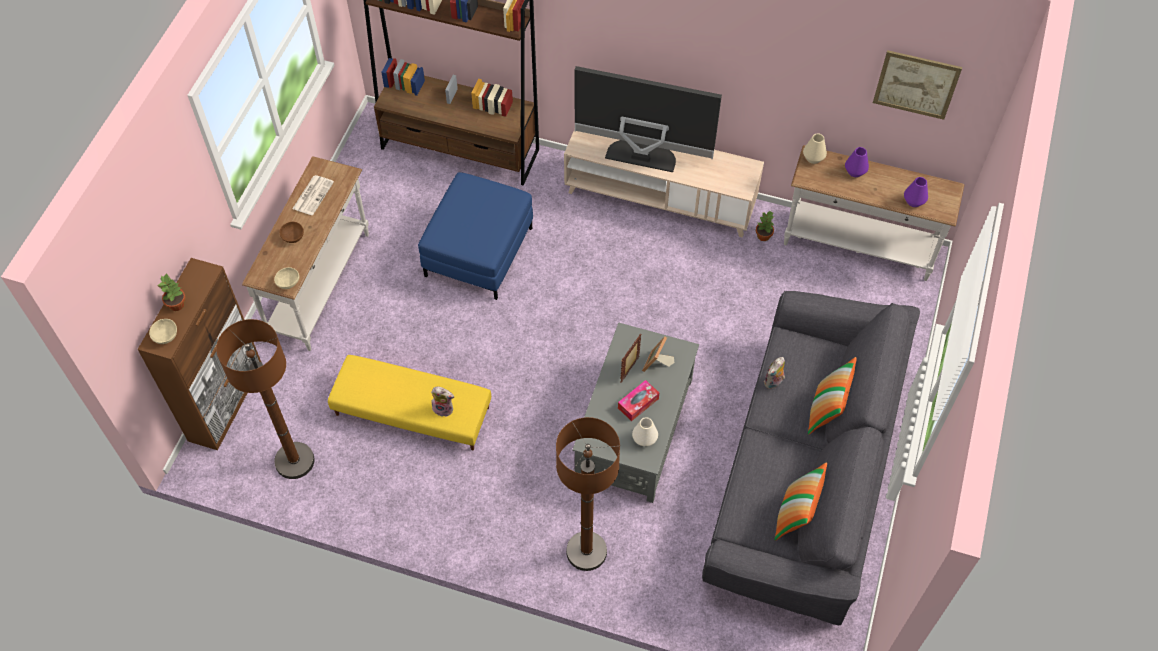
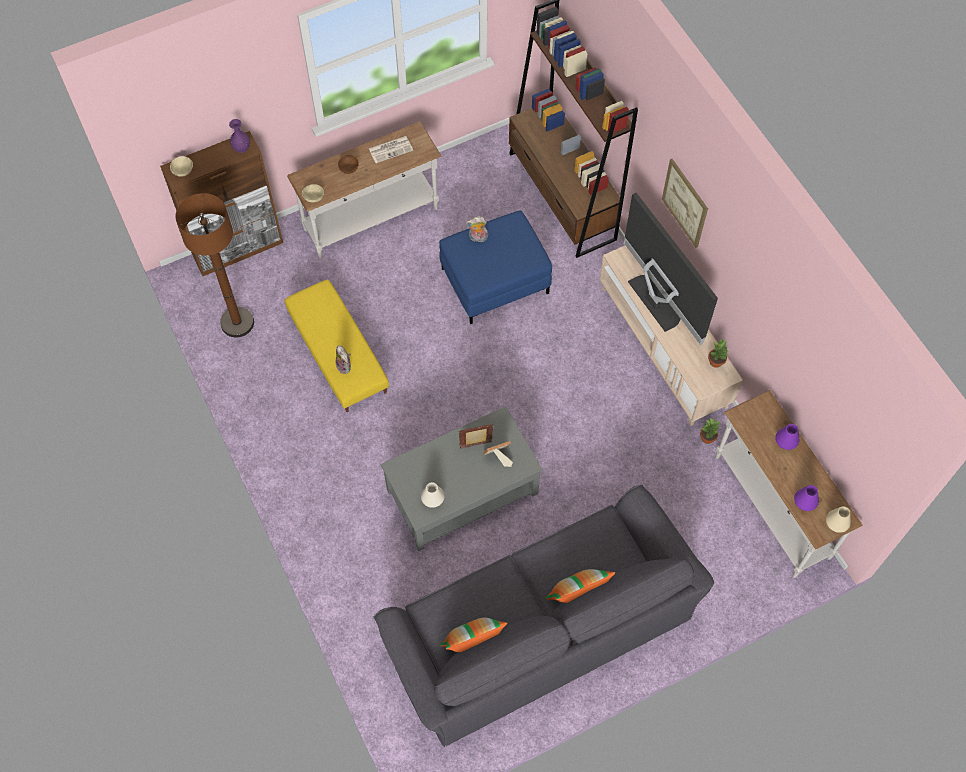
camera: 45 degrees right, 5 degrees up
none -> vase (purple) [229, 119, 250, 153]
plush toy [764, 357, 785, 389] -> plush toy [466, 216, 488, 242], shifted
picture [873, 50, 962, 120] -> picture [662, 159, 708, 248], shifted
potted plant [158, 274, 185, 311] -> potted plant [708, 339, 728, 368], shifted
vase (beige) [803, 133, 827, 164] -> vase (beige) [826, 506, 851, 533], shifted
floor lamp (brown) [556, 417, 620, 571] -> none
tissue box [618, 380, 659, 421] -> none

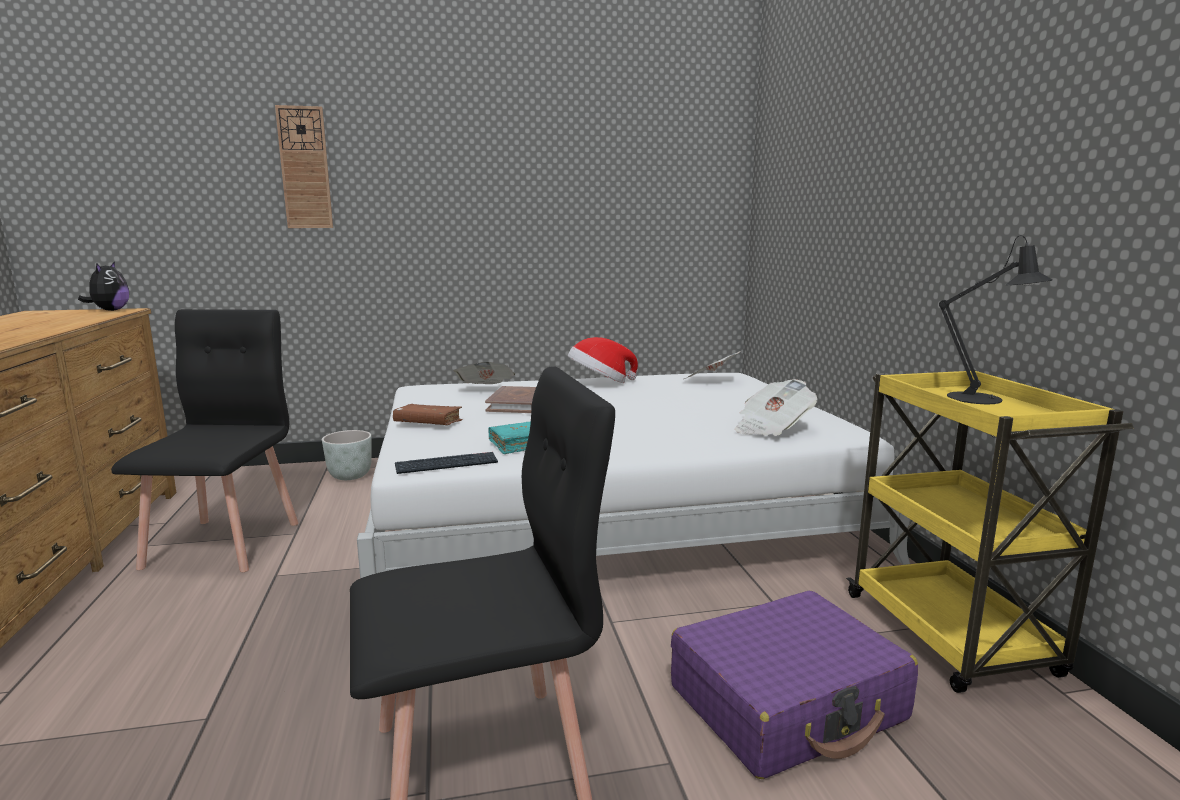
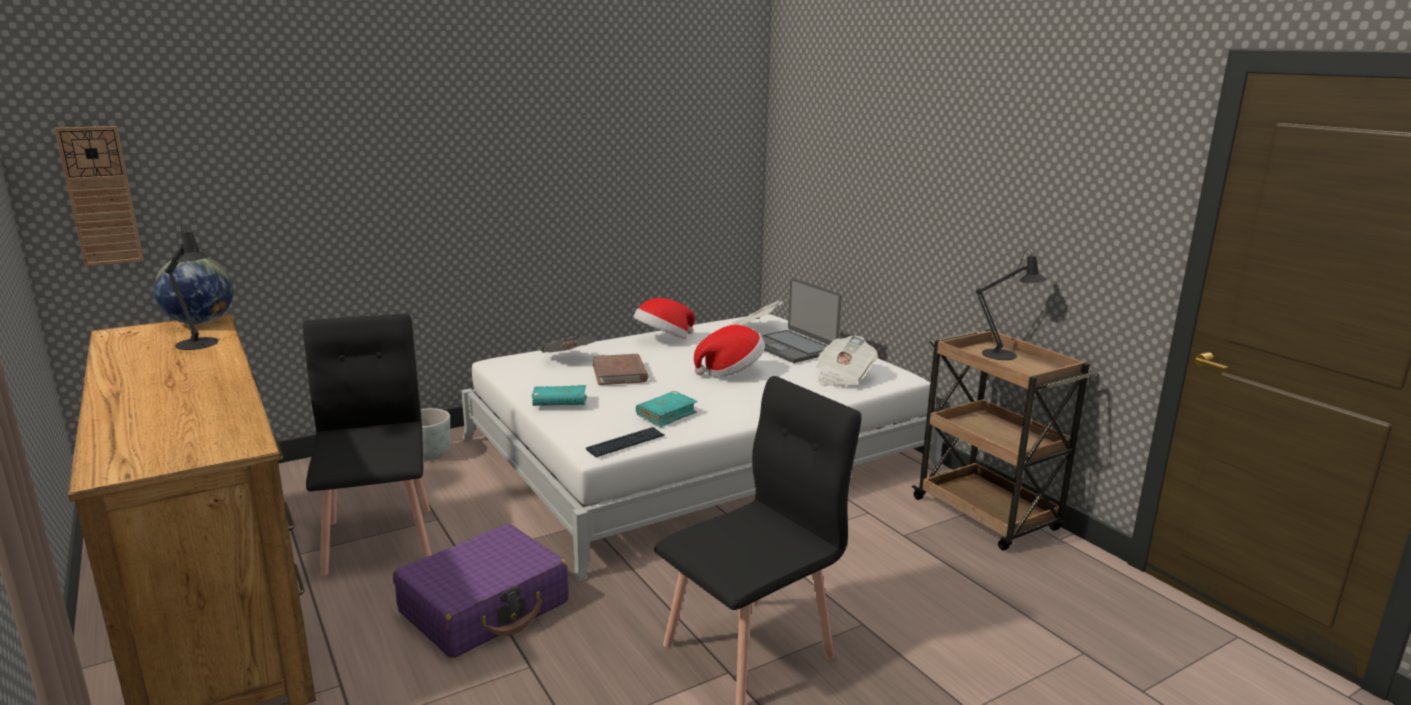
camera: 20 degrees left, 5 degrees up
wall clock [275, 105, 333, 228] -> wall clock [54, 126, 144, 266], shifted
plush toy [78, 261, 129, 311] -> globe [154, 258, 233, 325]
none -> table lamp (black) [165, 224, 218, 350]
suitcase (purple) [671, 591, 918, 779] -> suitcase (purple) [393, 524, 569, 658], shifted
book (brown) [393, 404, 463, 425] -> book (turquoise) [532, 385, 587, 406]
none -> hat [694, 325, 765, 377]
none -> laptop [761, 278, 842, 363]
cart (yellow) [846, 369, 1134, 693] -> cart (brown) [911, 329, 1097, 551]

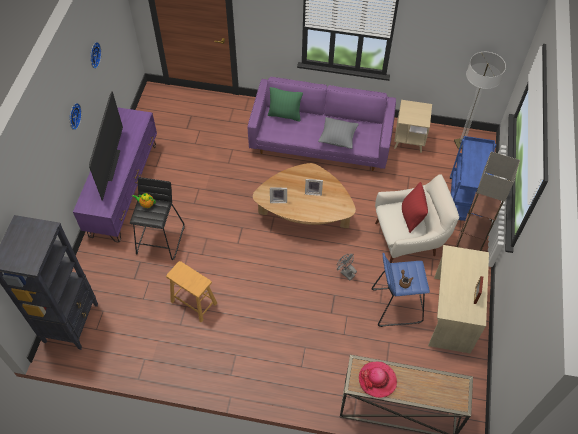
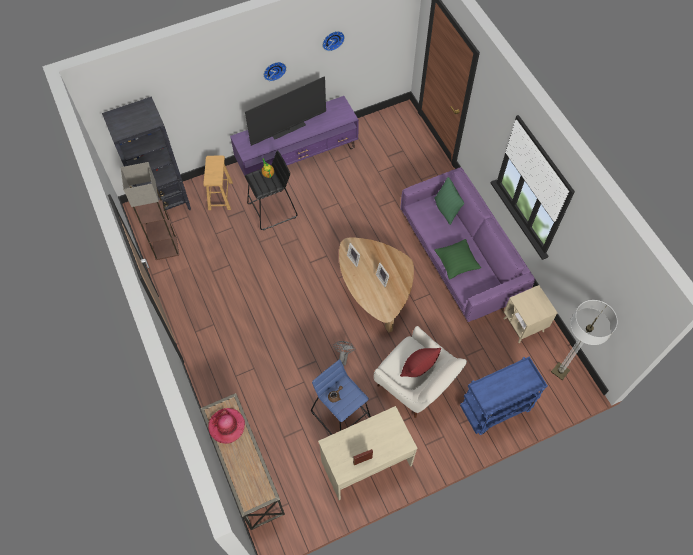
camera: 55 degrees right, 5 degrees up
floor lamp [455, 151, 520, 251] -> floor lamp [121, 162, 179, 260], shifted
stool (brown) [166, 261, 217, 322] -> stool (brown) [203, 156, 233, 210], shifted
pillow (grey) [318, 117, 359, 149] -> pillow (green) [435, 239, 481, 279]

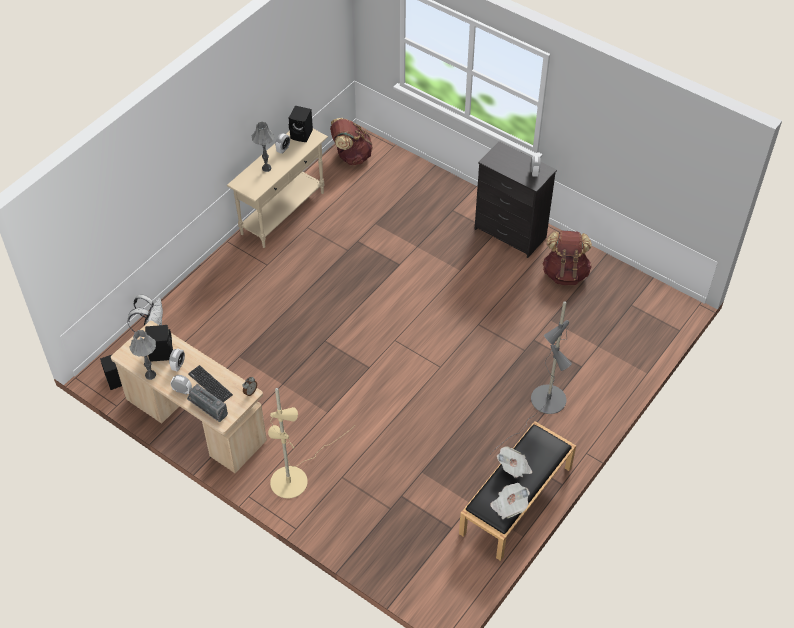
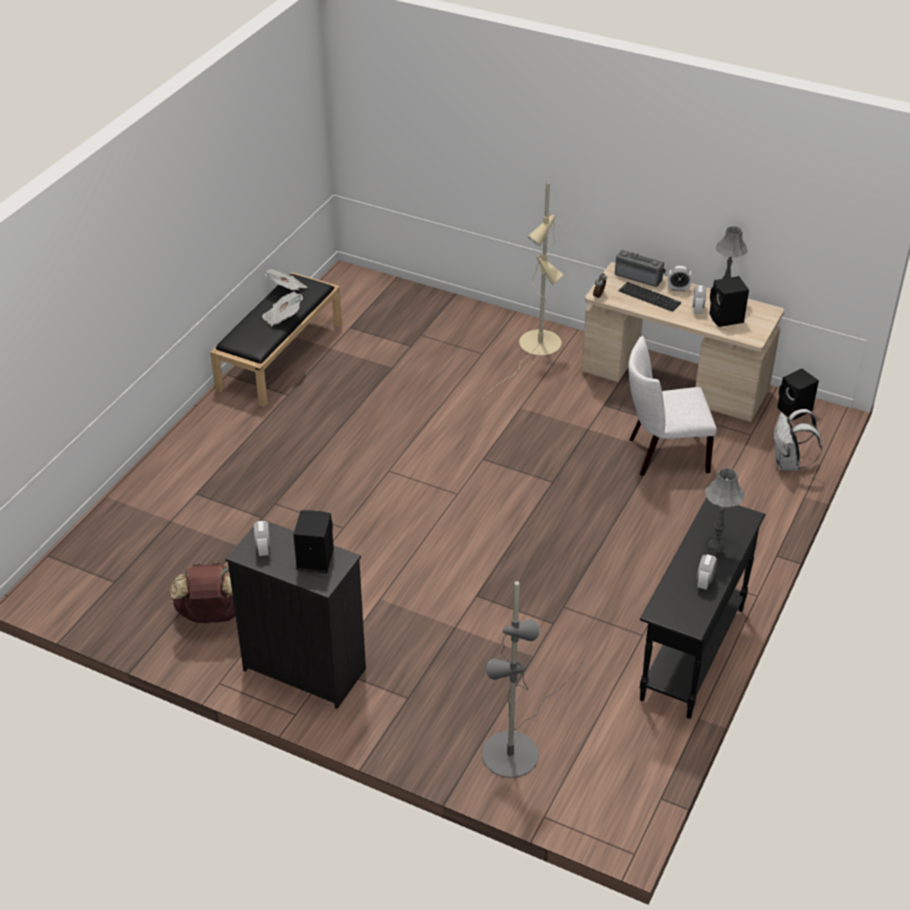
camera: 170 degrees right, 10 degrees down
speaker (black) [289, 106, 313, 142] -> speaker (black) [293, 510, 334, 573], shifted
floor lamp (grey) [490, 301, 572, 454] -> floor lamp (grey) [482, 581, 583, 778], shifted
none -> chair (white) [628, 336, 717, 476]
console table (beige) [227, 129, 328, 248] -> console table (black) [640, 498, 765, 719]
backpack (brown) [330, 118, 373, 165] -> none

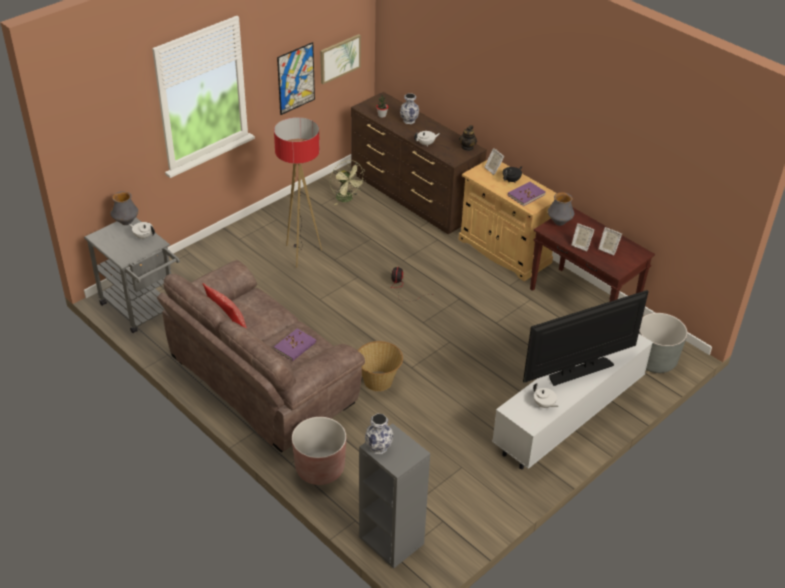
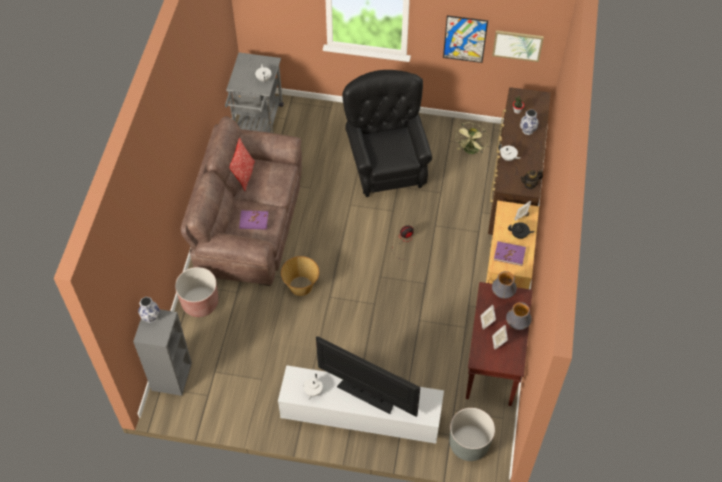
camera: 55 degrees right, 15 degrees up
floor lamp [274, 117, 322, 267] -> armchair (black) [342, 70, 432, 197]
vase [110, 191, 138, 225] -> vase [506, 302, 532, 330], shifted

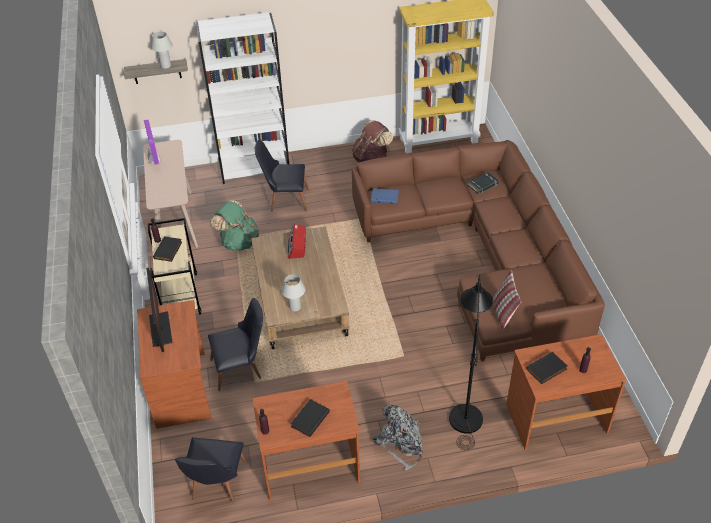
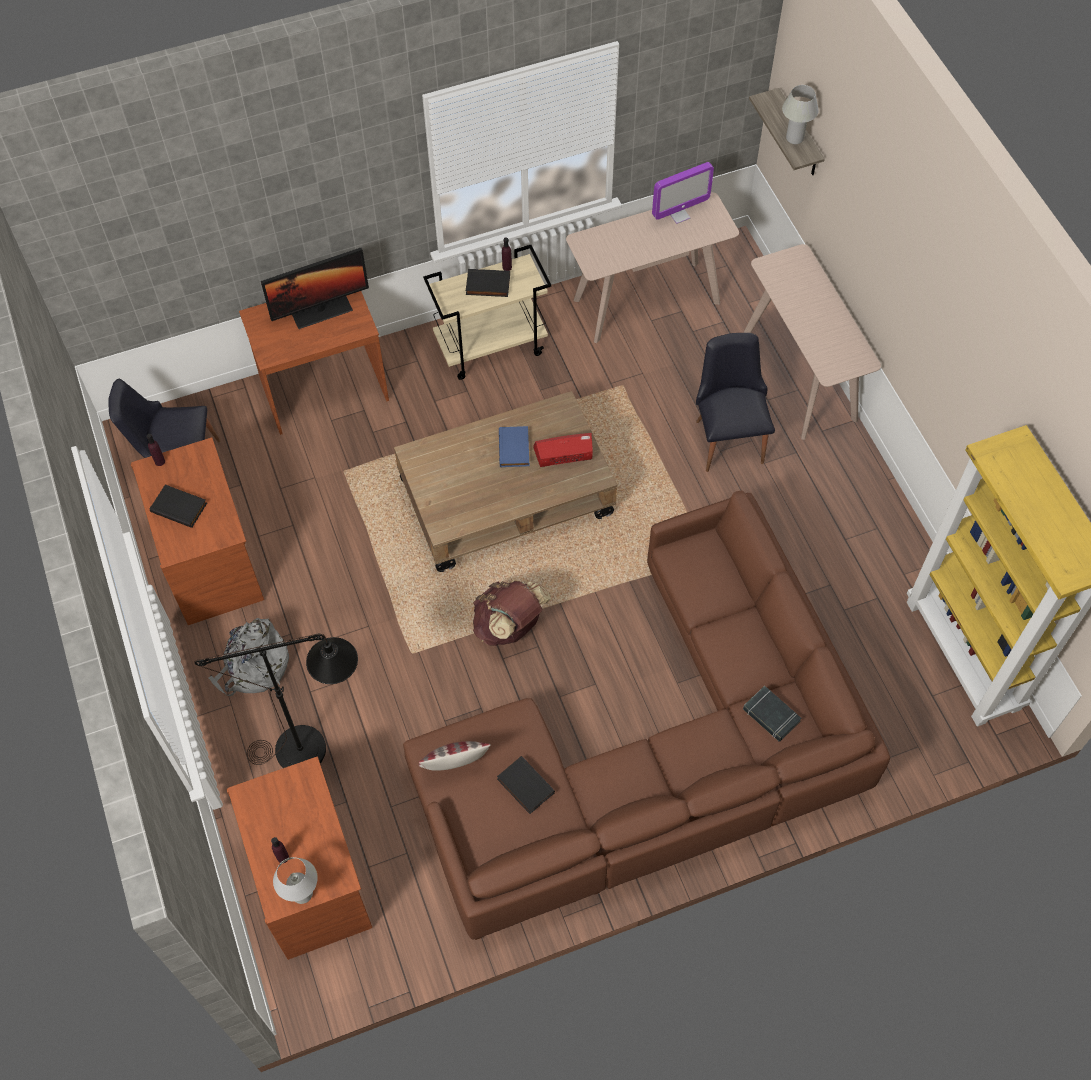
camera: 80 degrees right, 15 degrees up
table lamp (white) [281, 275, 305, 312] -> table lamp (white) [273, 857, 318, 904], shifted
backpack (brown) [352, 120, 393, 163] -> backpack (brown) [473, 580, 551, 646], shifted
book (black) [527, 352, 567, 384] -> book (black) [497, 756, 555, 814], shifted
book (blue) [371, 188, 399, 204] -> book (blue) [499, 426, 529, 467], shifted
bookcase (white) [196, 12, 289, 184] -> console table (beige) [743, 244, 881, 440]
chair (black) [208, 298, 263, 391] -> none
backpack (green) [211, 200, 259, 251] -> none

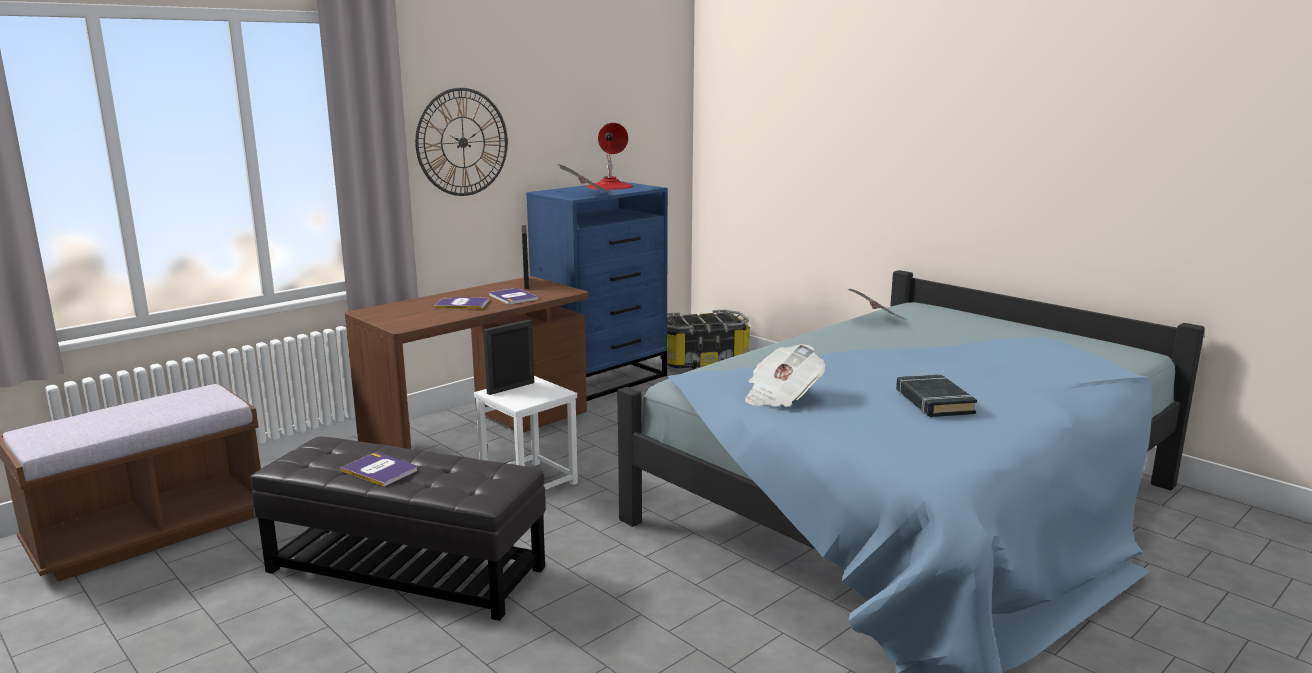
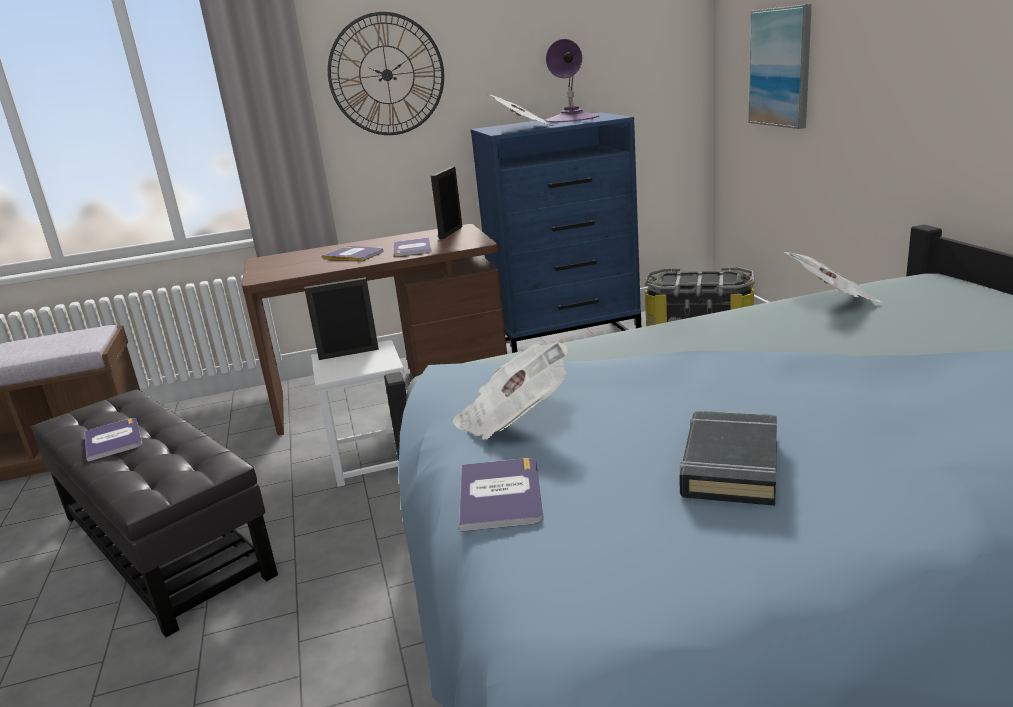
camera: 30 degrees right, 5 degrees up
none -> book [459, 458, 543, 532]
table lamp (red) [587, 123, 633, 190] -> table lamp (purple) [545, 39, 600, 123]
none -> picture [748, 4, 812, 129]

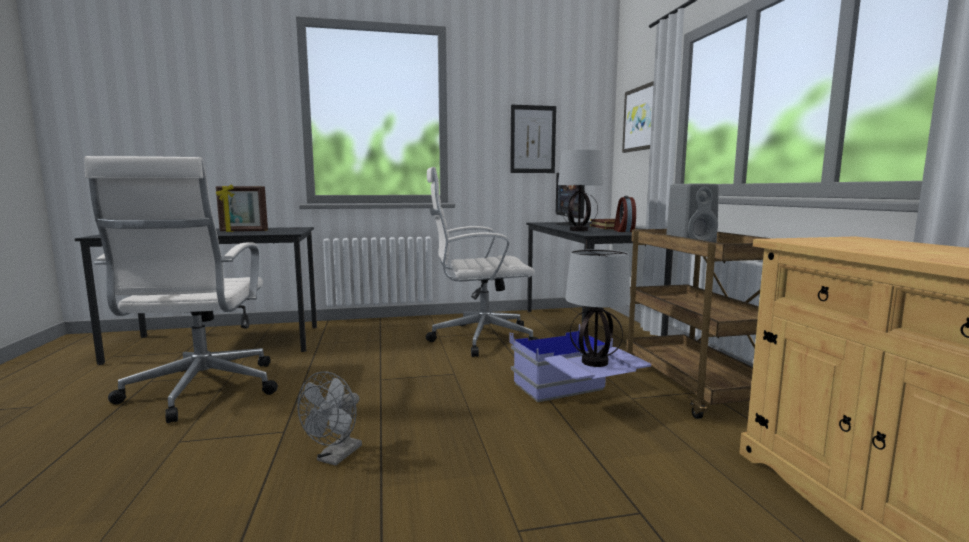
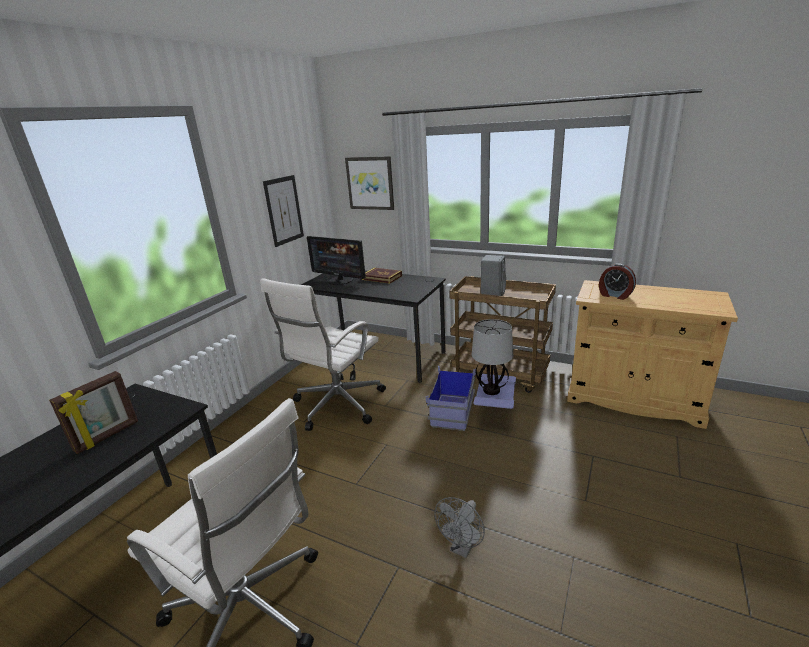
camera: 50 degrees left, 15 degrees up
fan (grey) [298, 372, 362, 466] -> fan (grey) [434, 497, 485, 558], 60 degrees clockwise
alarm clock [614, 196, 636, 232] -> alarm clock [599, 264, 636, 300], shifted
table lamp [558, 150, 603, 231] -> none

